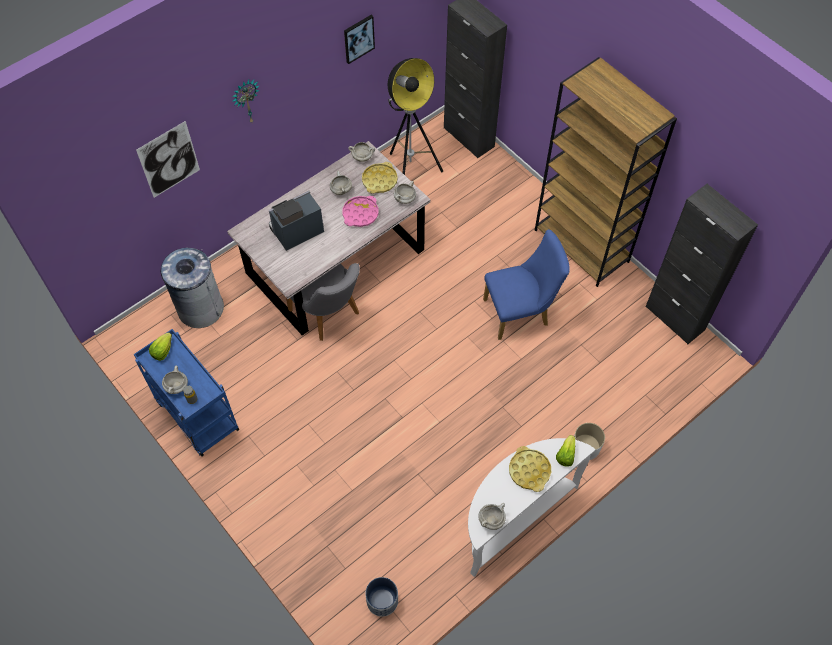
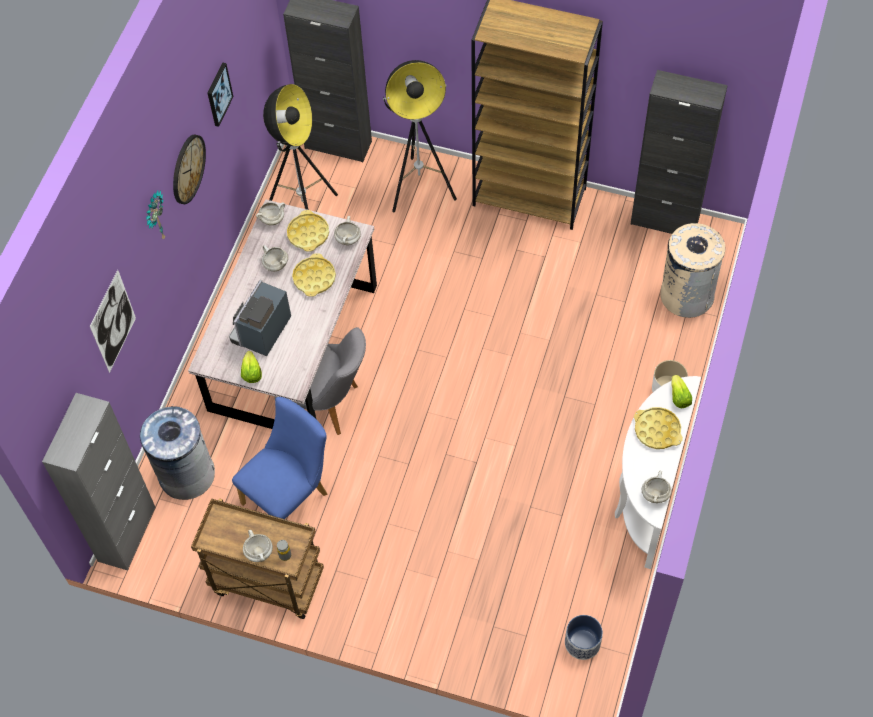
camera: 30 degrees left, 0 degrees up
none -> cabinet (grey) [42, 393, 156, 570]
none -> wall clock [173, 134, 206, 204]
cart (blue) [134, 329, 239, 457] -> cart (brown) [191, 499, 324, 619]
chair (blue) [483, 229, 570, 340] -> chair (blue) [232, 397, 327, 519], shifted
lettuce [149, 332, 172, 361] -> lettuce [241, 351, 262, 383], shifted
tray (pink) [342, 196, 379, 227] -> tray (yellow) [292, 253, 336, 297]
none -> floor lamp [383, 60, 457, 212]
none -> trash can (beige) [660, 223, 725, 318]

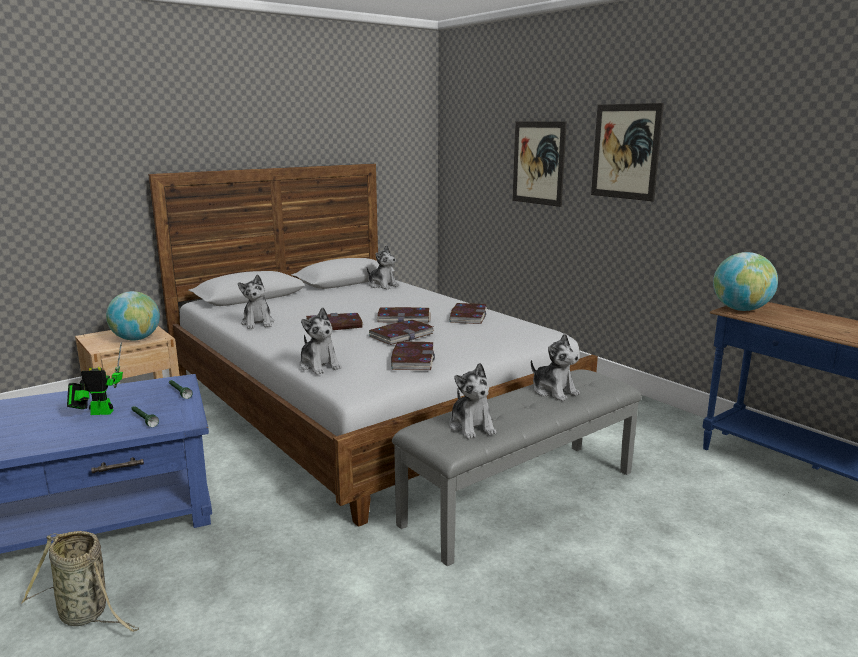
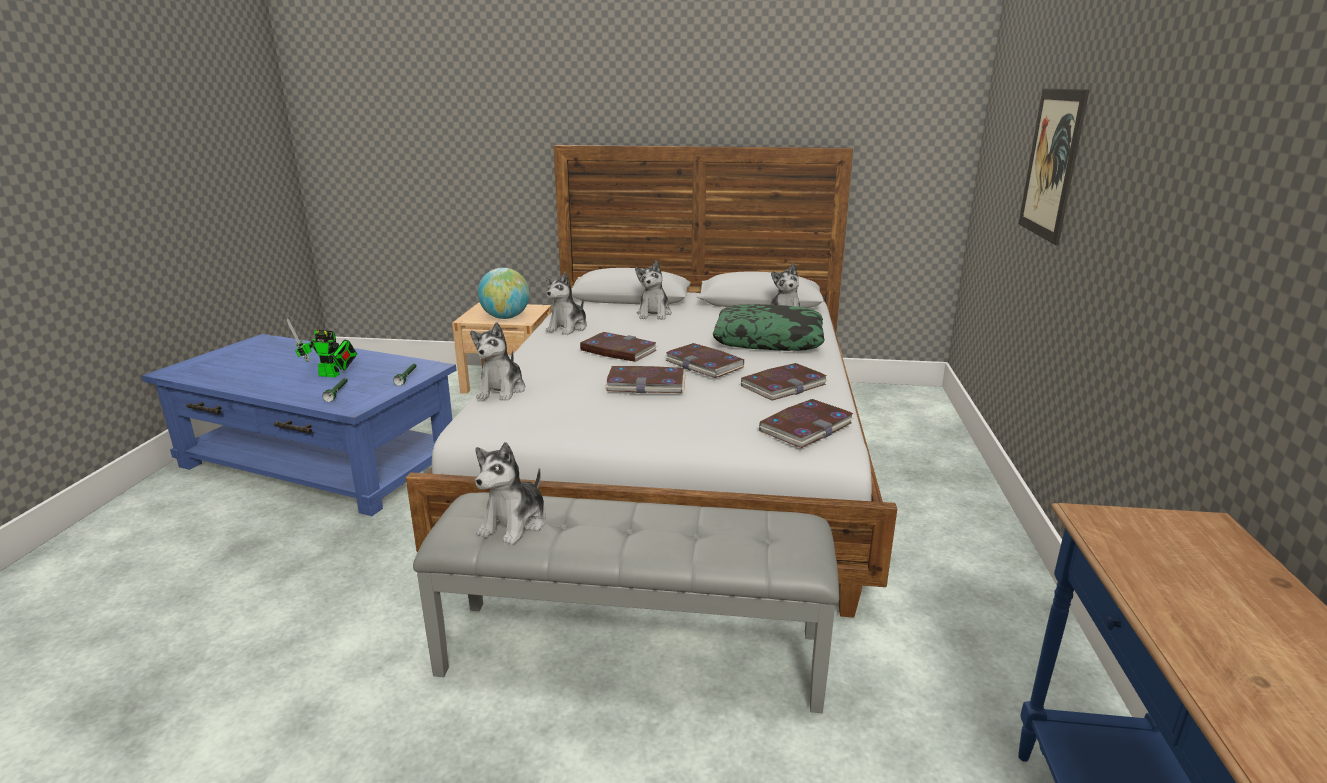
camera: 45 degrees right, 5 degrees up
toy robot [67, 342, 123, 415] -> toy robot [287, 318, 357, 377], 150 degrees clockwise
plush toy [531, 334, 580, 401] -> plush toy [635, 261, 672, 320], shifted
none -> pillow [713, 304, 825, 351]
book [391, 342, 435, 370] -> book [759, 399, 854, 448], shifted
basket [21, 531, 139, 632] -> none
picture [591, 103, 664, 201] -> none
globe [713, 252, 778, 311] -> none

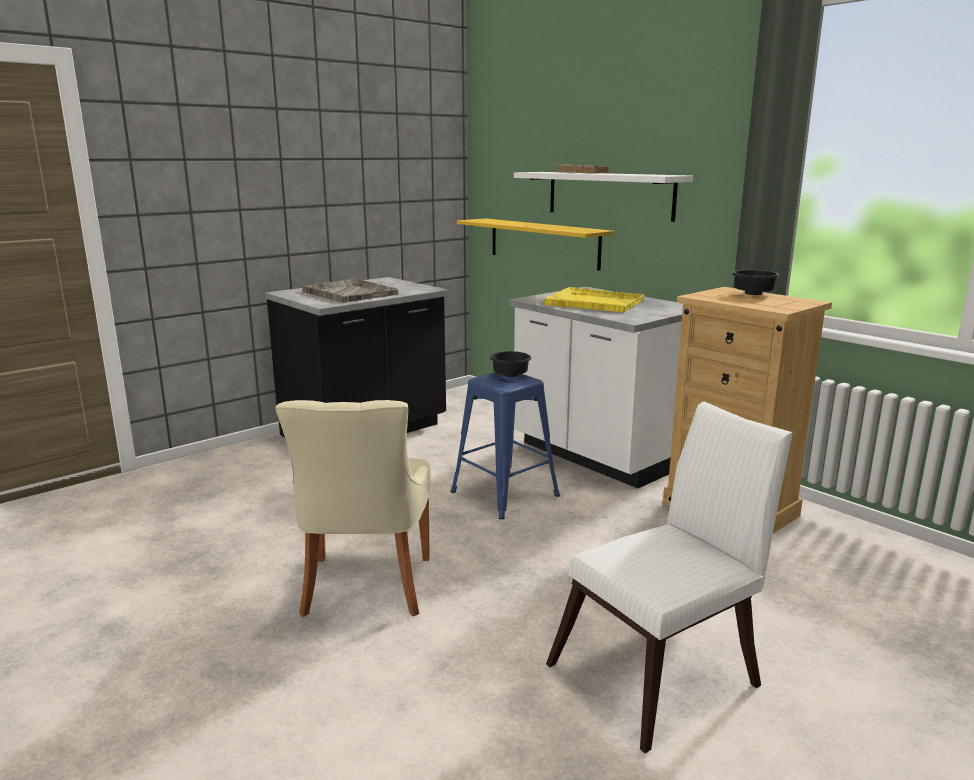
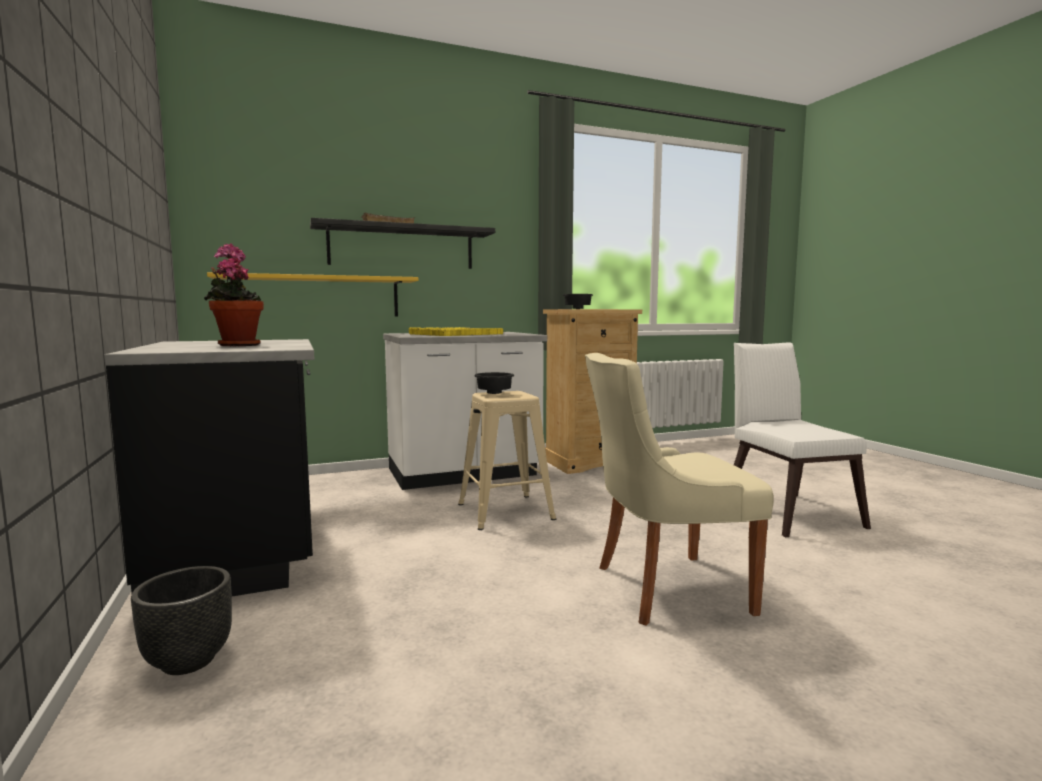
camera: 70 degrees left, 10 degrees down
none -> planter (black) [131, 566, 232, 675]
tray (grey) [302, 278, 398, 303] -> potted plant [204, 243, 264, 346]
shelf (white) [514, 172, 693, 222] -> shelf (black) [310, 218, 495, 269]
stool (blue) [450, 372, 560, 519] -> stool (beige) [458, 391, 556, 530]
chair (beige) [275, 400, 431, 617] -> chair (beige) [585, 353, 774, 626], 150 degrees clockwise

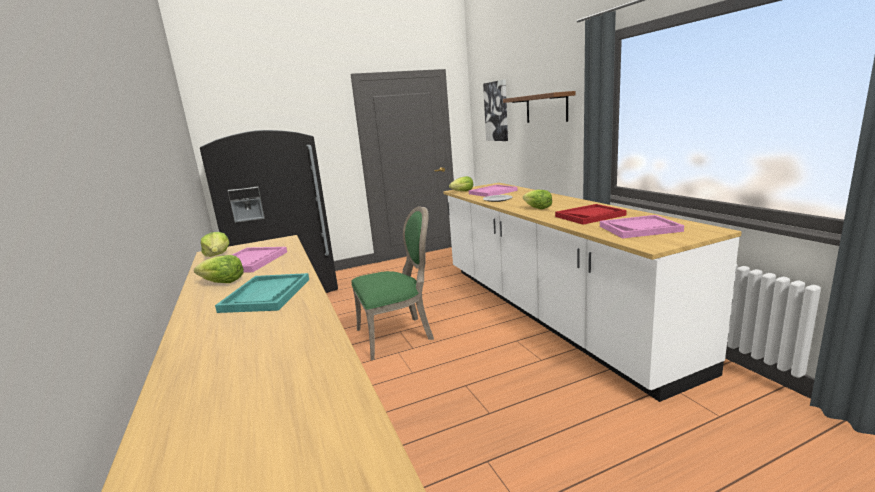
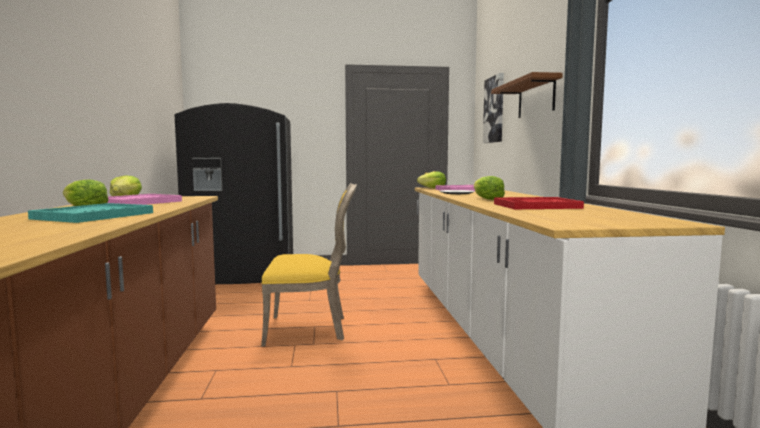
camera: 15 degrees right, 10 degrees down
chair (green) [351, 207, 434, 360] -> chair (yellow) [261, 183, 357, 346]
tray (pink) [600, 215, 684, 238] -> none

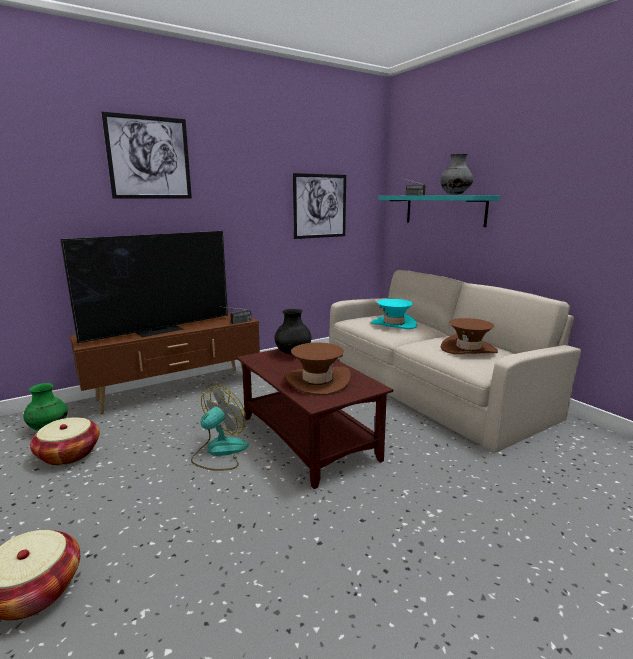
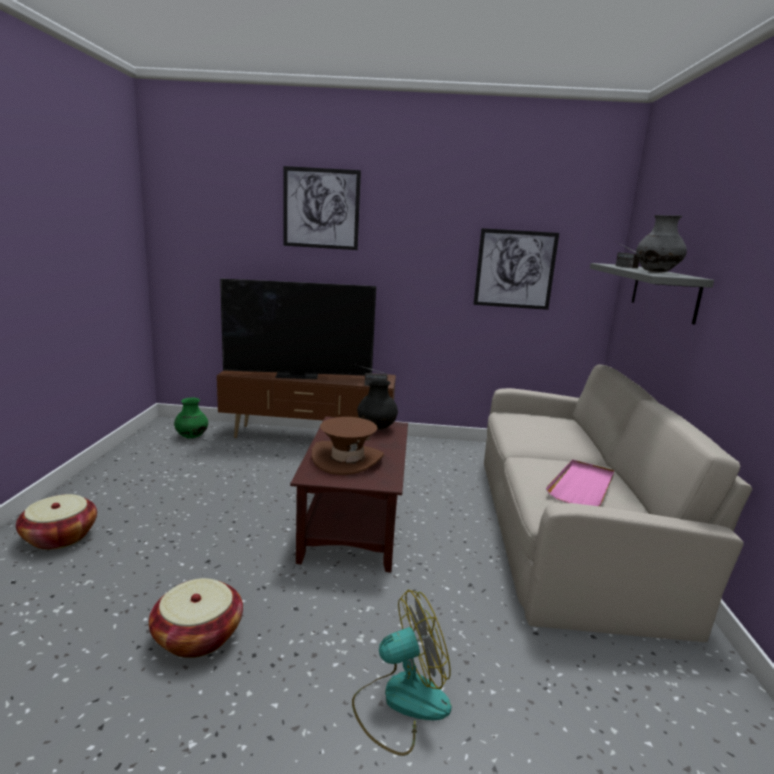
camera: 35 degrees right, 0 degrees up
basket [30, 417, 100, 466] -> basket [149, 578, 243, 658], shifted
fan [191, 385, 249, 471] -> fan [352, 590, 452, 756], shifted
hat (brown) [441, 318, 498, 354] -> tray (pink) [546, 459, 614, 506]
shelf (turquoise) [378, 195, 500, 227] -> shelf (grey) [590, 263, 714, 325]
hat (turquoise) [371, 299, 417, 329] -> none

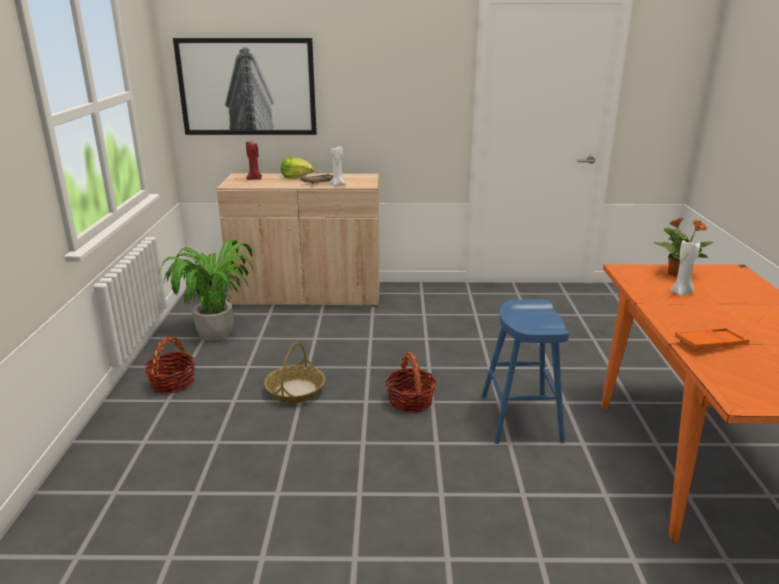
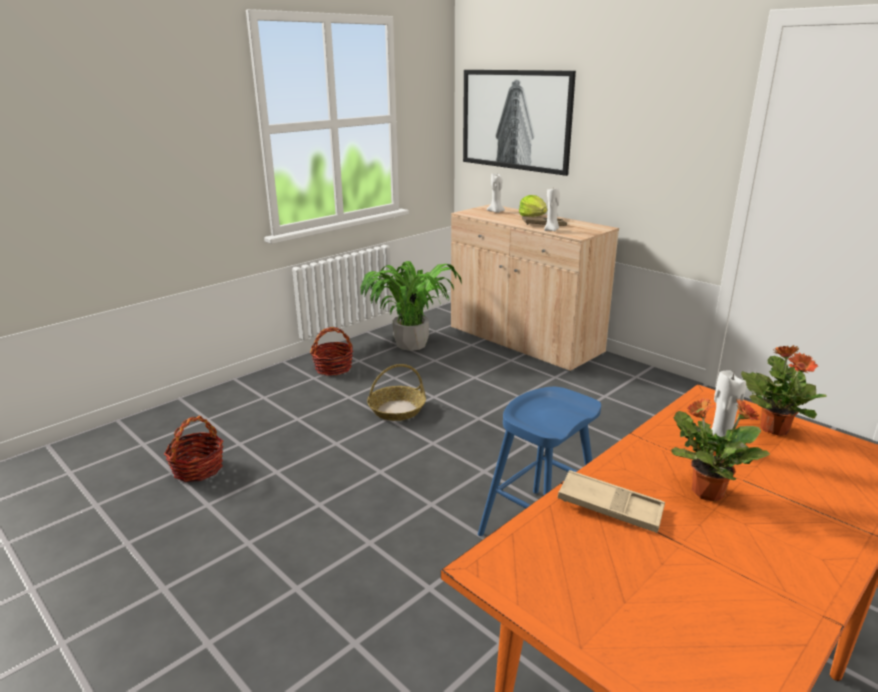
camera: 45 degrees right, 0 degrees up
basket [385, 352, 437, 413] -> basket [164, 416, 224, 482], shifted
candle (red) [246, 142, 262, 180] -> candle (white) [487, 173, 505, 213]
tray (orange) [675, 328, 750, 351] -> tray (beige) [557, 470, 665, 533]
none -> potted plant [671, 398, 770, 501]

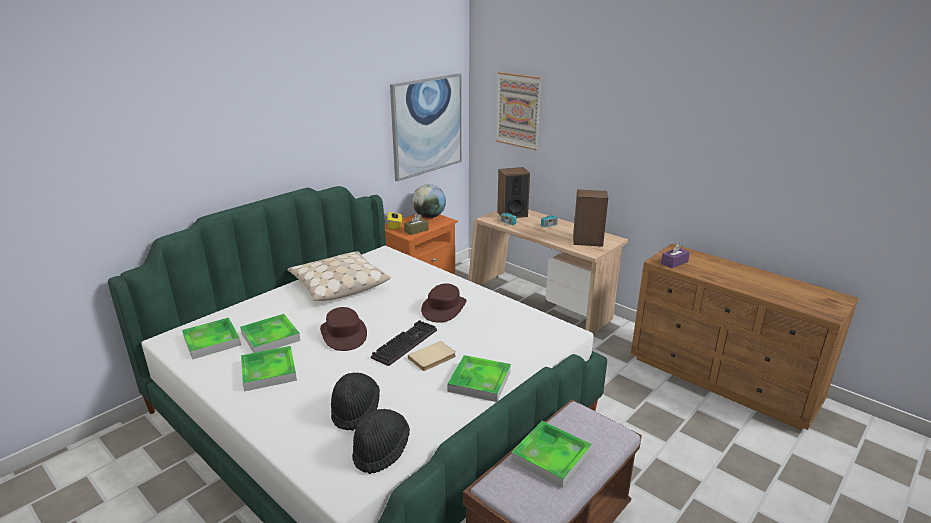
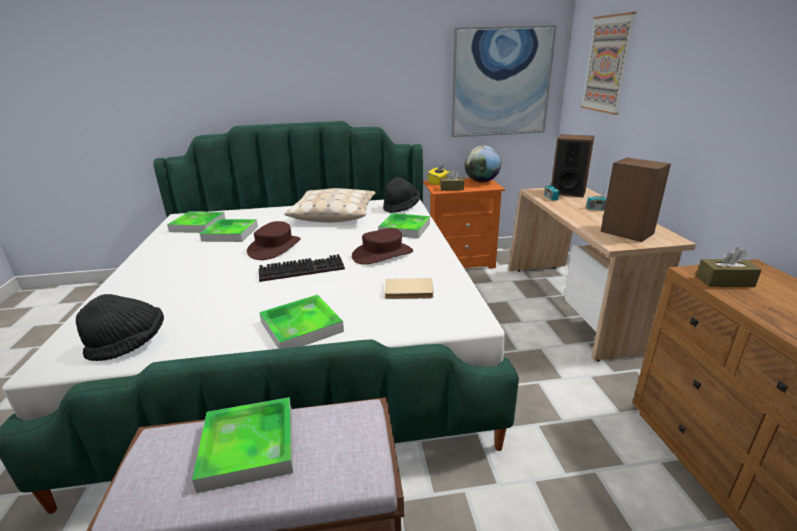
camera: 40 degrees right, 0 degrees up
tray [241, 346, 297, 392] -> tray [378, 213, 430, 238], shifted
hat (black) [331, 373, 380, 431] -> hat (black) [383, 177, 420, 213], shifted
book (beige) [408, 341, 456, 371] -> book (beige) [385, 278, 433, 299], shifted
tissue box (purple) [661, 243, 690, 268] -> tissue box (brown) [696, 247, 761, 287]

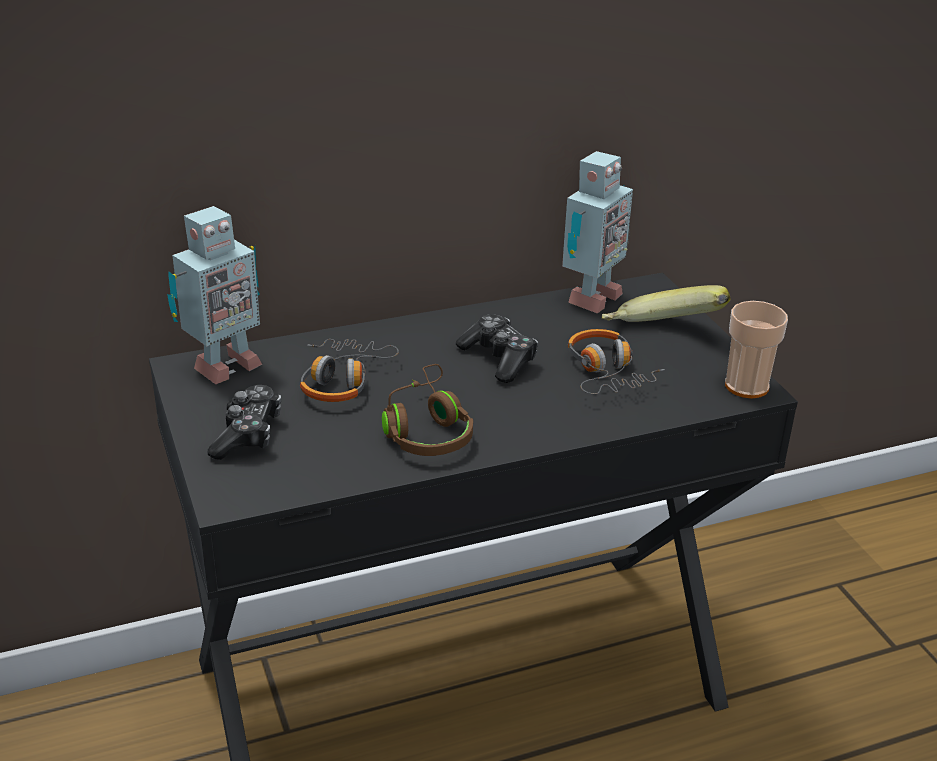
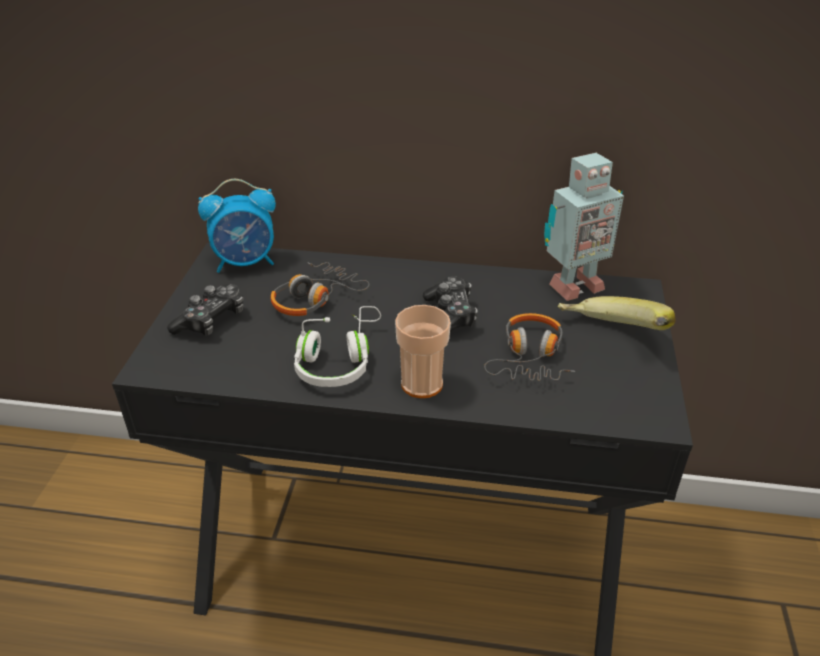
camera: 30 degrees right, 5 degrees up
toy robot [167, 206, 262, 384] -> alarm clock [198, 179, 276, 273]
headphones (brown) [382, 364, 473, 456] -> headphones (white) [294, 306, 381, 387]
cup [725, 301, 788, 399] -> cup [395, 305, 451, 398], shifted

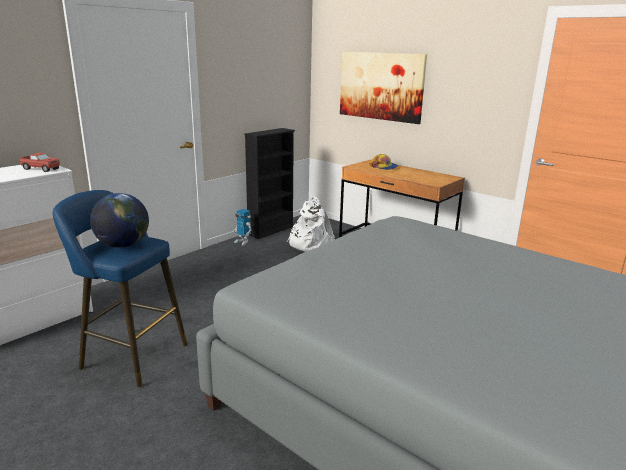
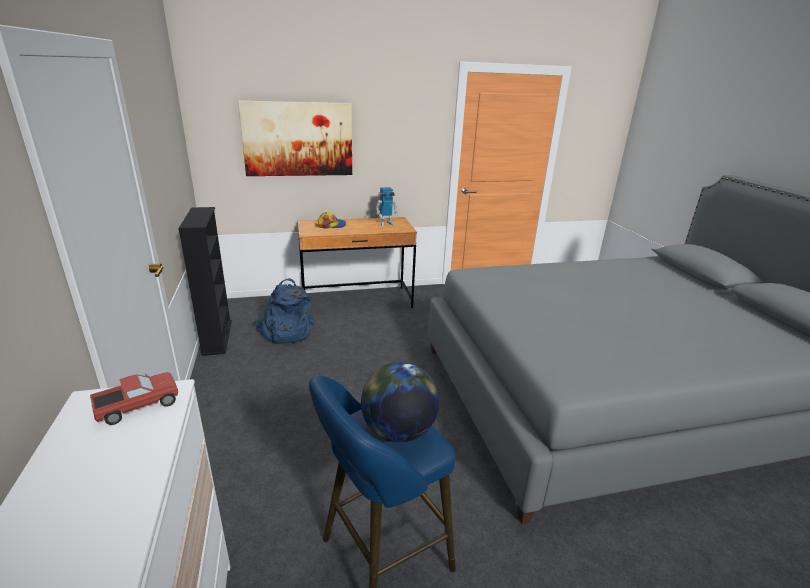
camera: 55 degrees left, 5 degrees up
backpack (white) [287, 197, 335, 252] -> backpack (blue) [255, 278, 315, 344]
toy robot [234, 209, 252, 246] -> toy robot [376, 187, 398, 226], shifted

